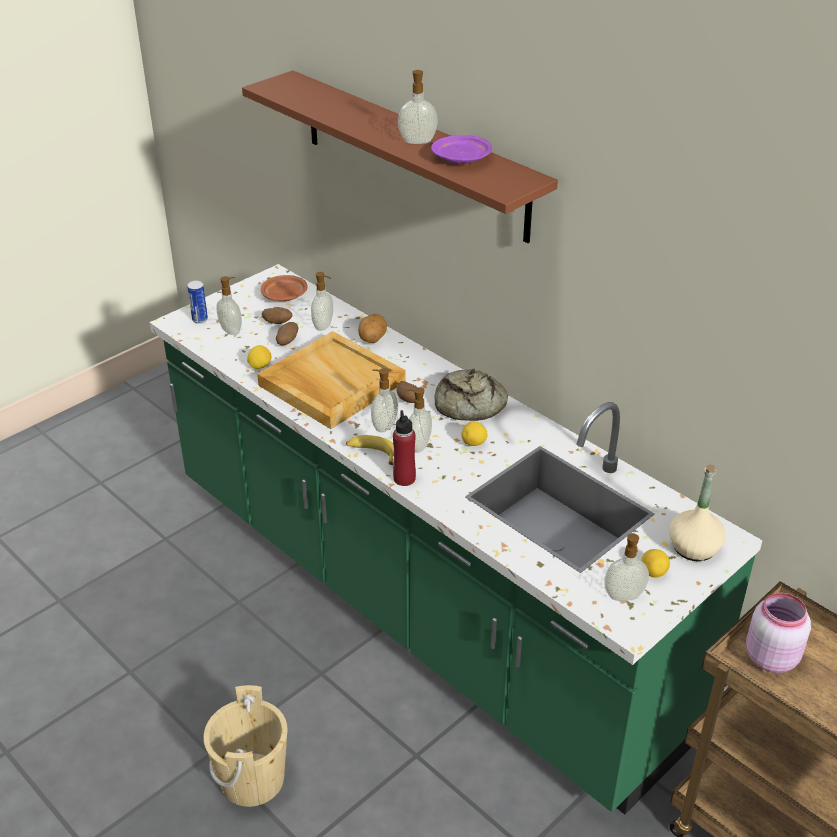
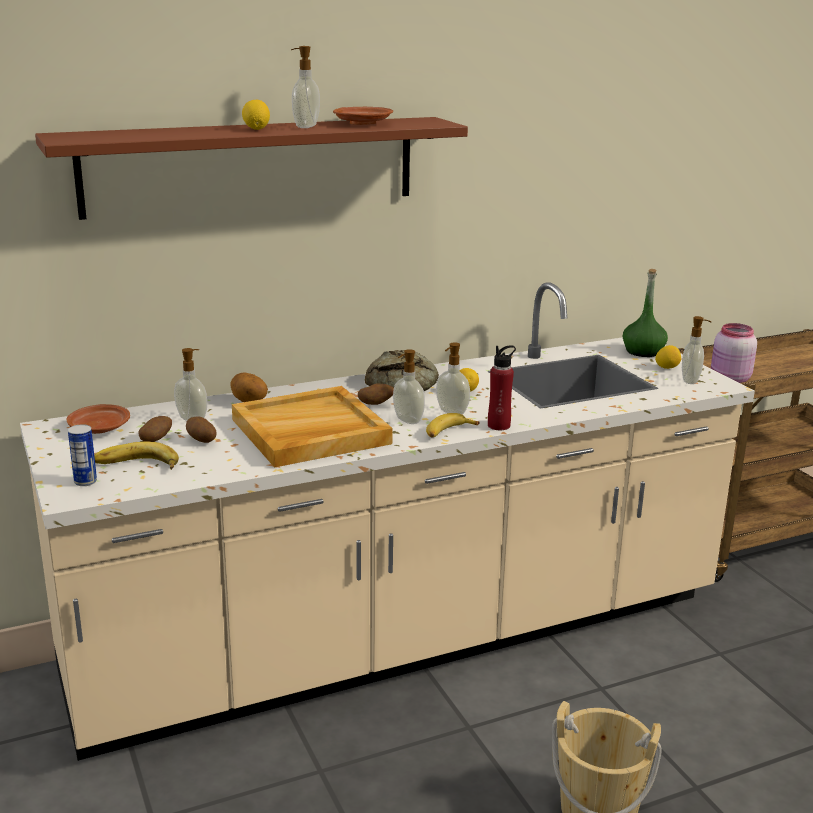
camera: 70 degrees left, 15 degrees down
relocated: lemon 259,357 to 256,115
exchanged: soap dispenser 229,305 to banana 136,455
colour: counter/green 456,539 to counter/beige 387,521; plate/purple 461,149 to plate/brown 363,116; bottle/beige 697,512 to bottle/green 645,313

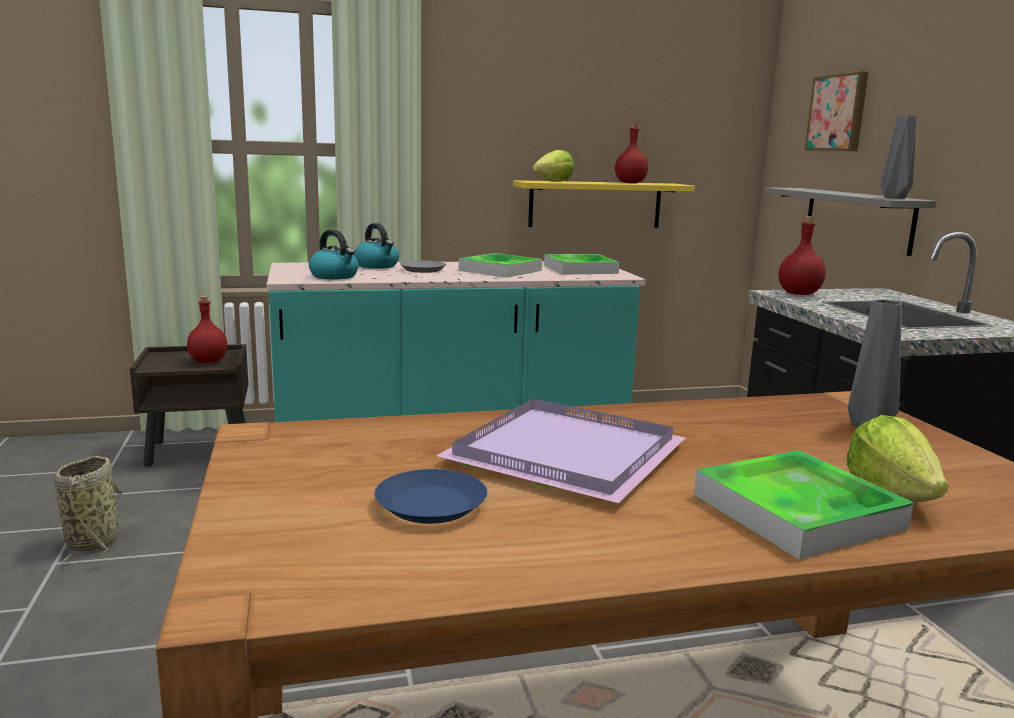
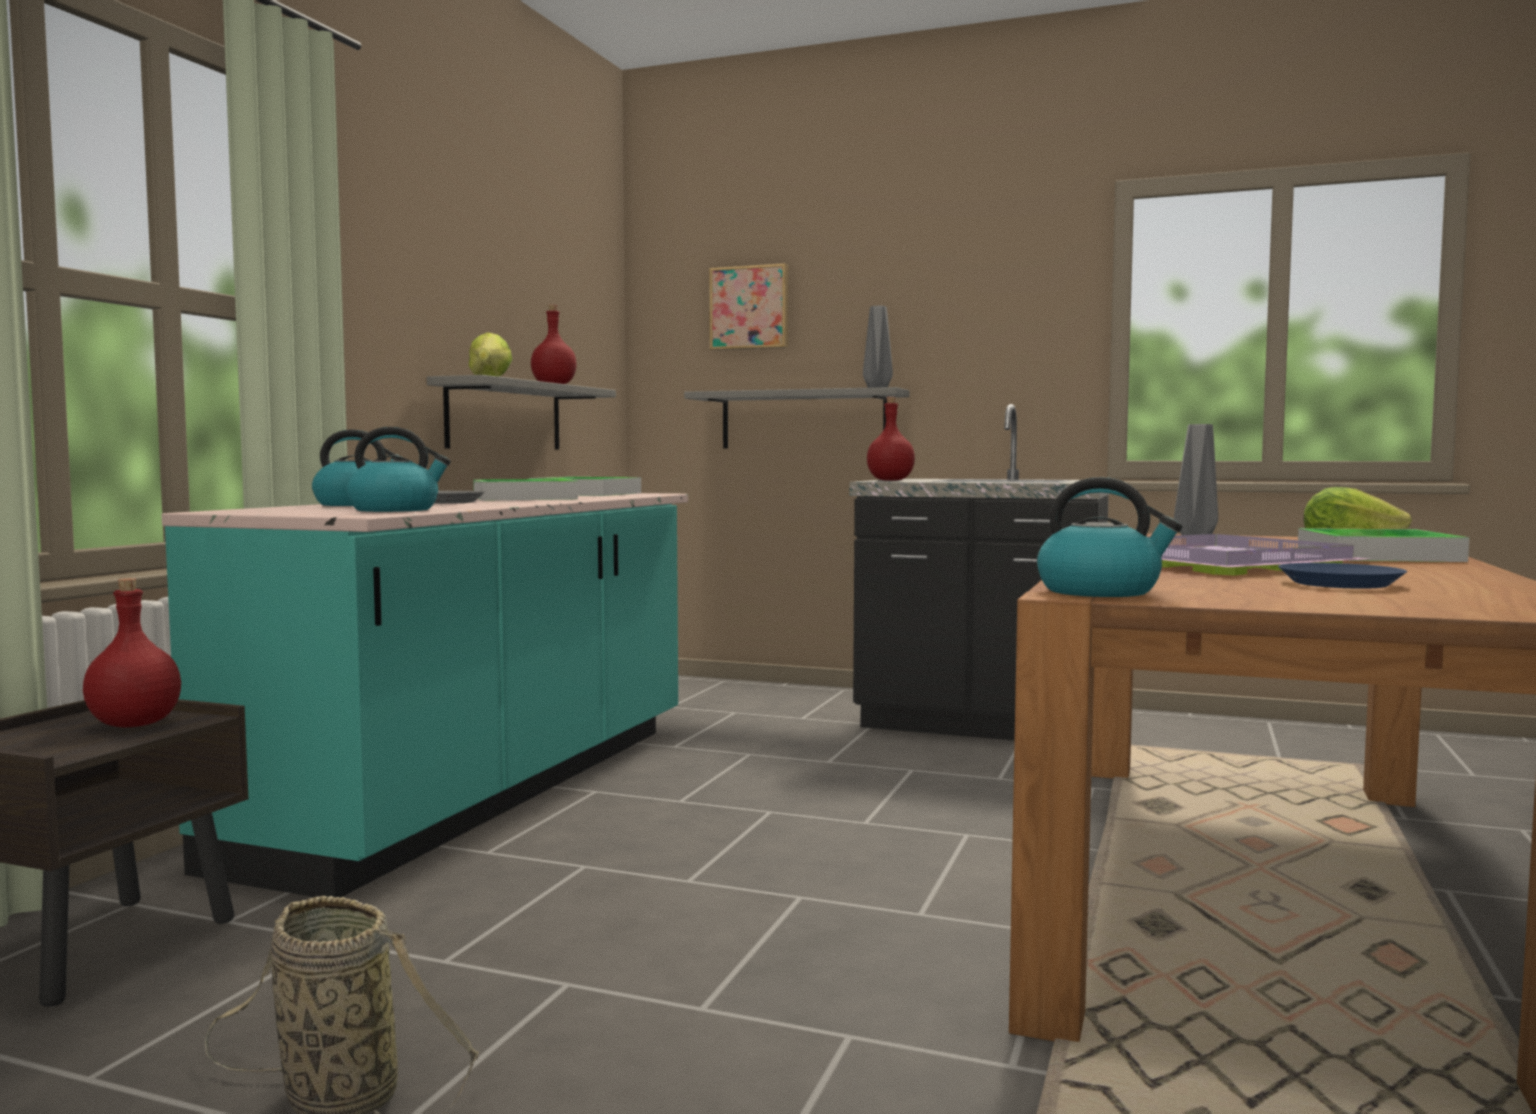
camera: 55 degrees left, 10 degrees down
appeared: kettle 1110,537
colour: shelf/yellow 604,204 to shelf/grey 521,412

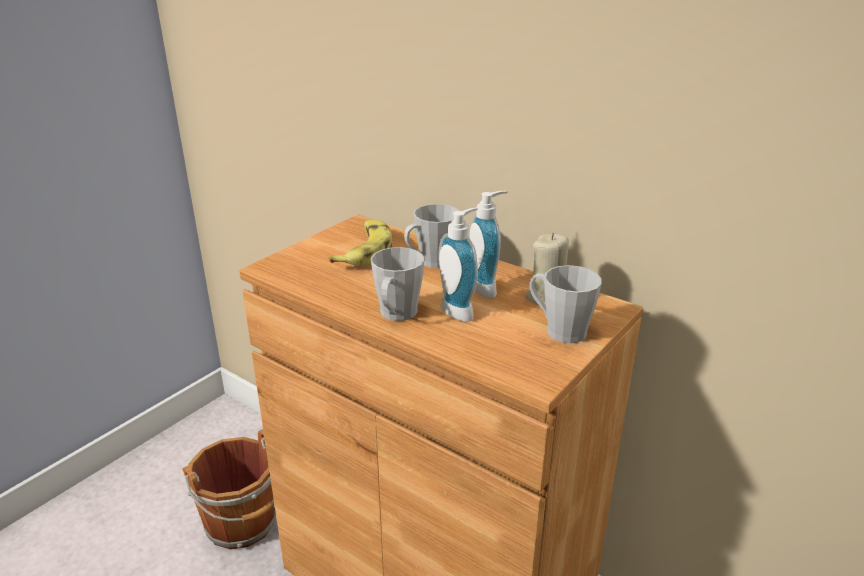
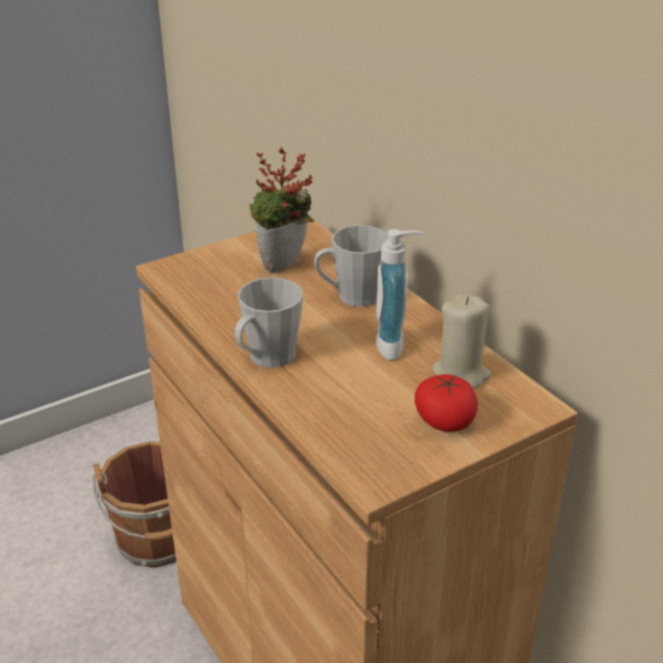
camera: 20 degrees right, 5 degrees up
missing: soap dispenser 458,265
exchanged: banana 360,242 to potted plant 281,209; mug/grey 565,304 to tomato 446,403

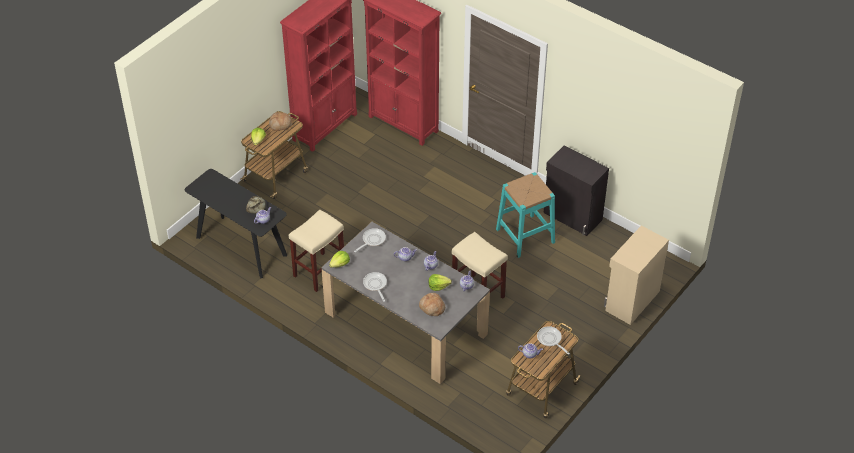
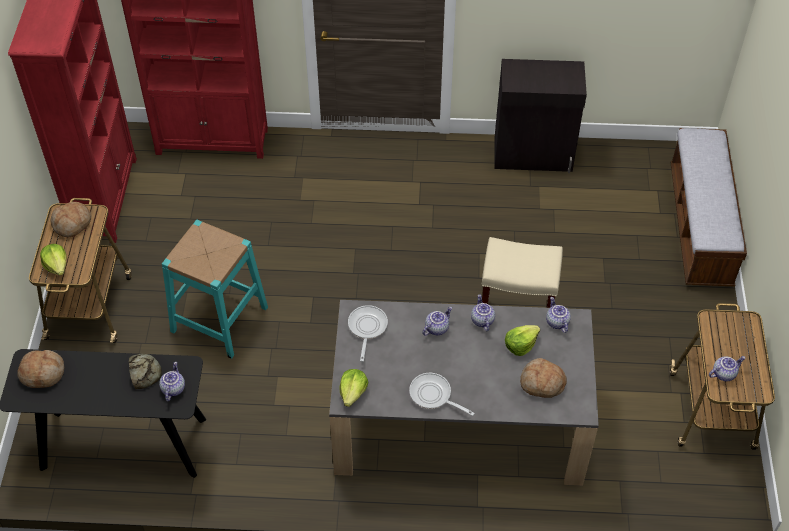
camera: 35 degrees left, 5 degrees up
missing: stool/beige 316,251; frying pan 553,340
appeared: bread 40,369
relocated: stool/turquoise 525,215 to 215,289
exchanged: cabinet/beige 636,275 to bench 708,207

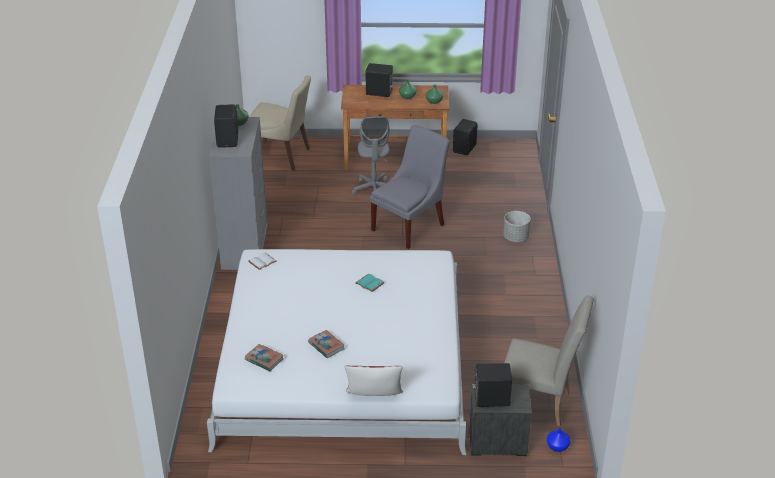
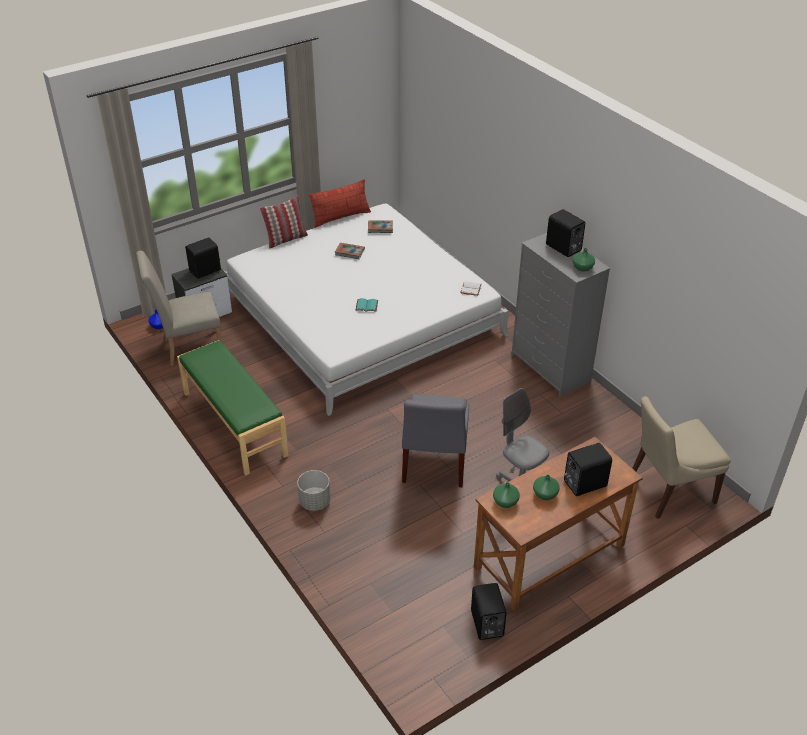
camera: 145 degrees right, 5 degrees up
appeared: bench/green 233,408; pillow 340,203

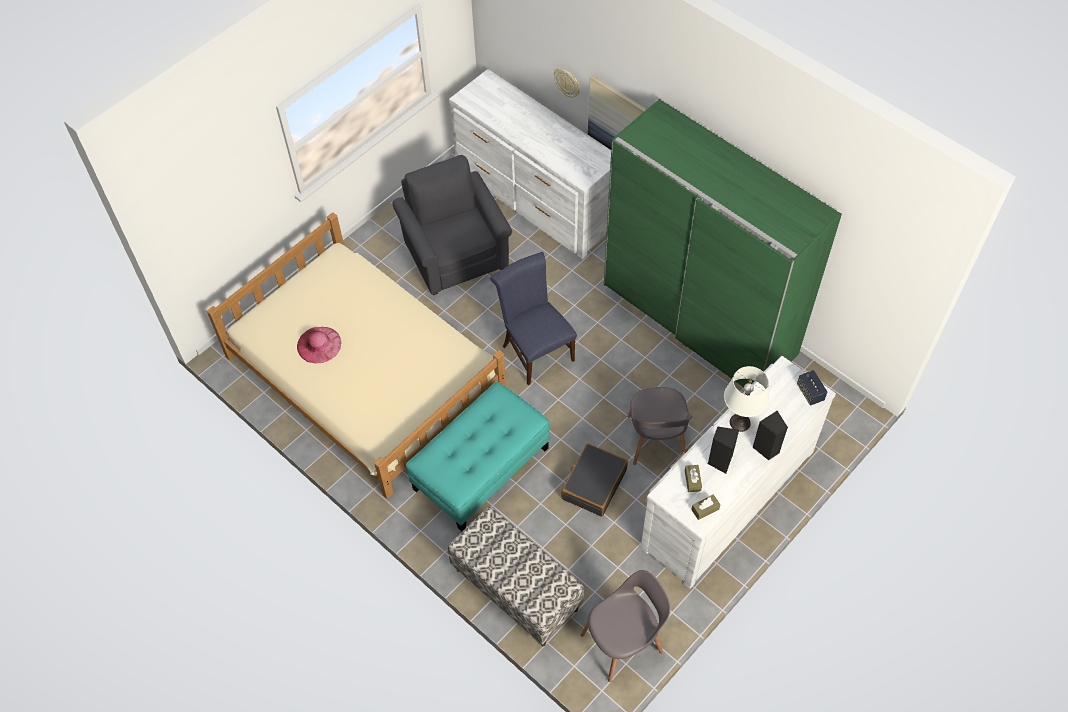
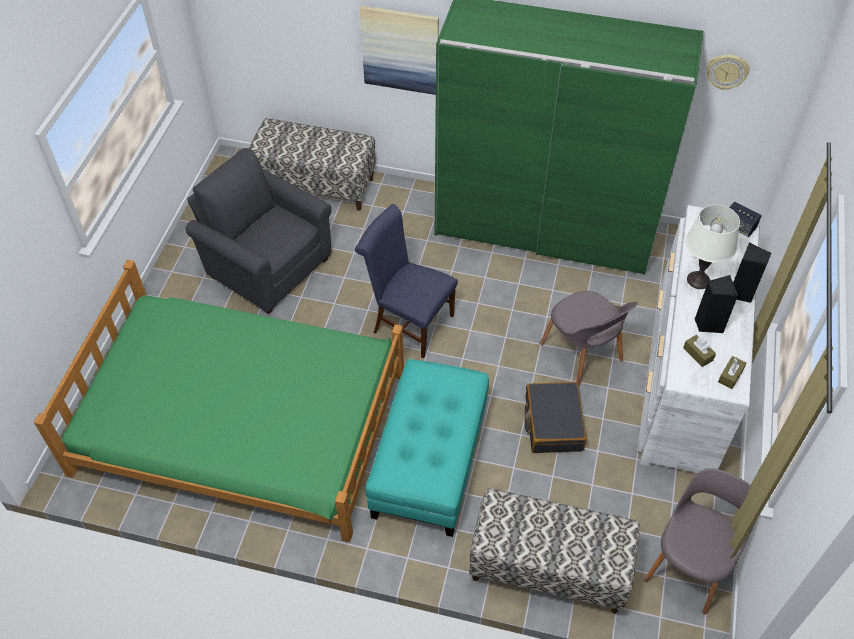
camera: 30 degrees left, 5 degrees down
missing: hat/pink 319,345
relocated: wall clock 567,82 to 728,72
exchanged: dresser/white 530,164 to bench 312,164
colour: bed/beige 356,355 to bed/green 219,401

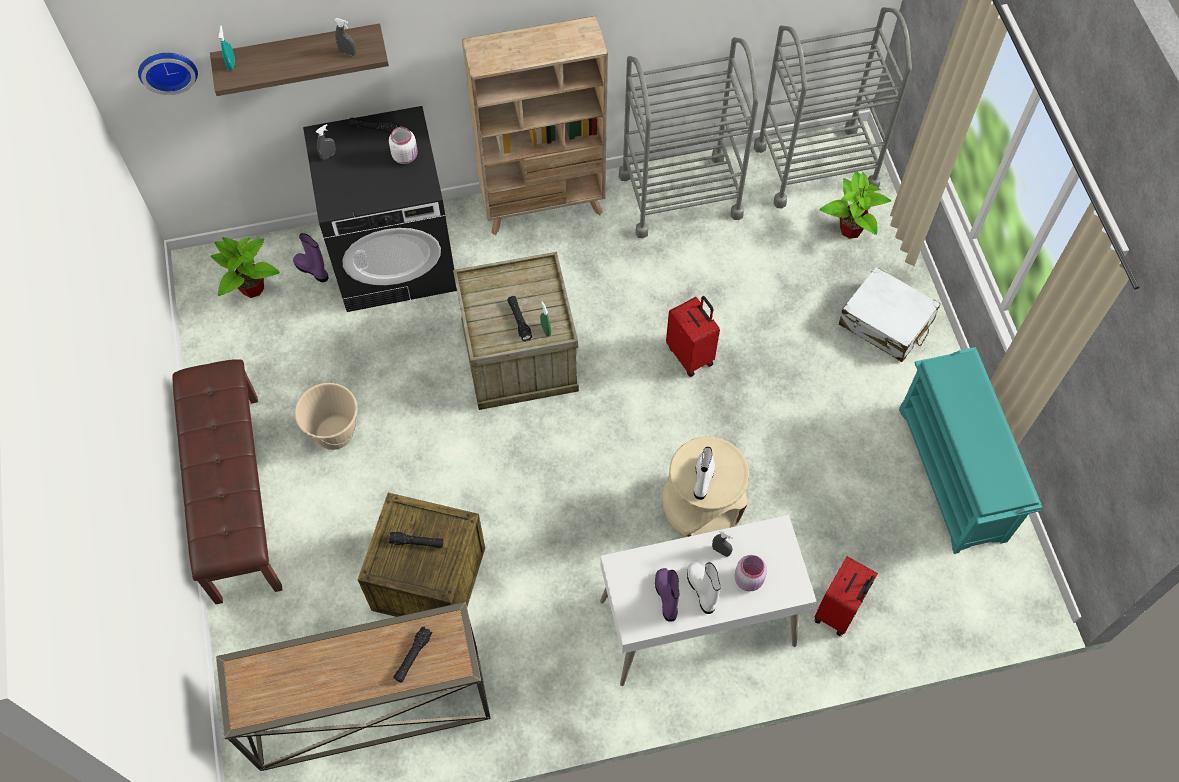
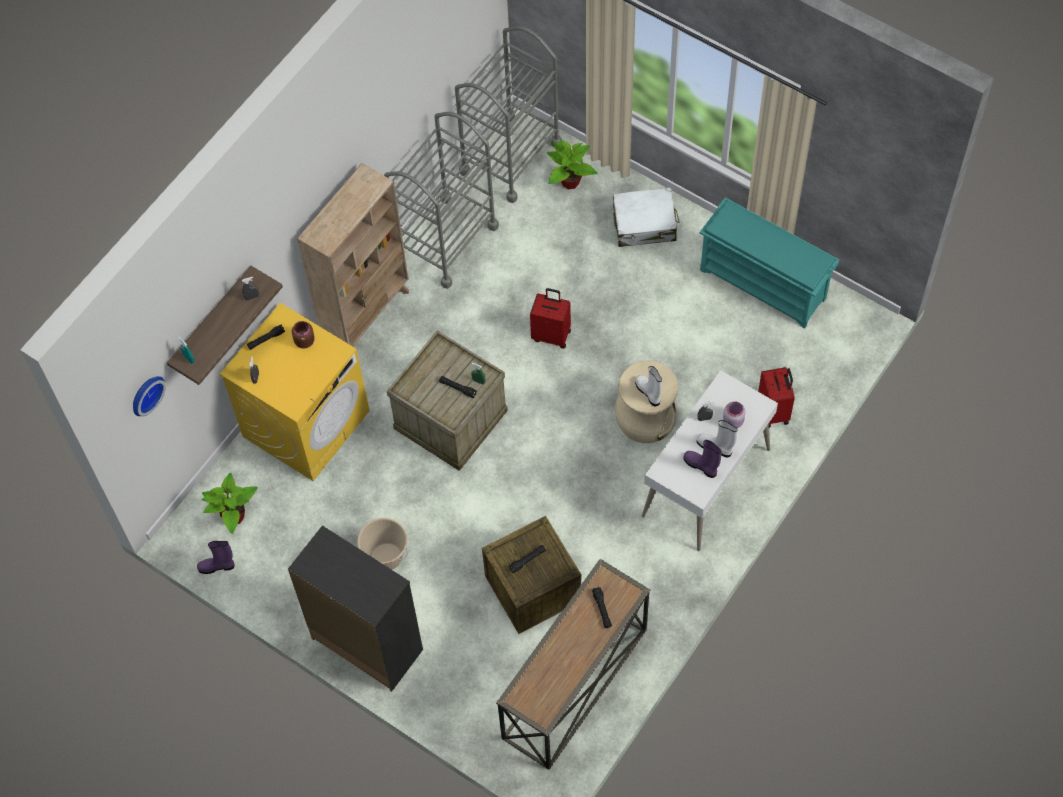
camera: 40 degrees left, 0 degrees up
relocated: boot/purple 311,257 to 216,557
exchanged: bench/brown 227,481 to dresser/black 355,608
colour: washing machine/black 380,209 to washing machine/yellow 295,392; jar/white 403,145 to jar/brown 303,334

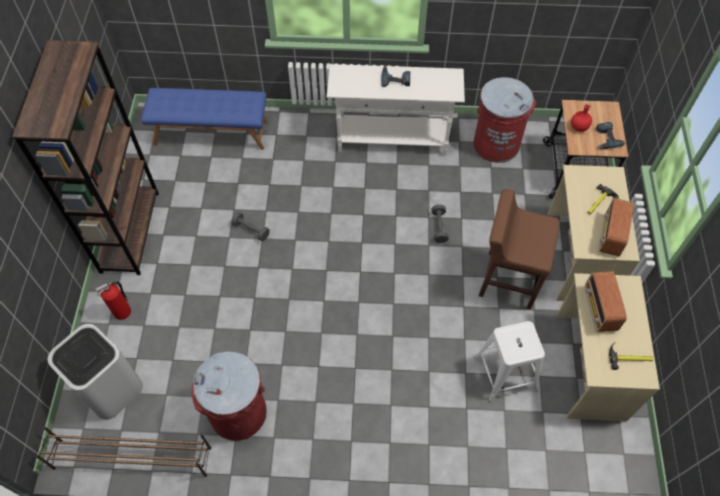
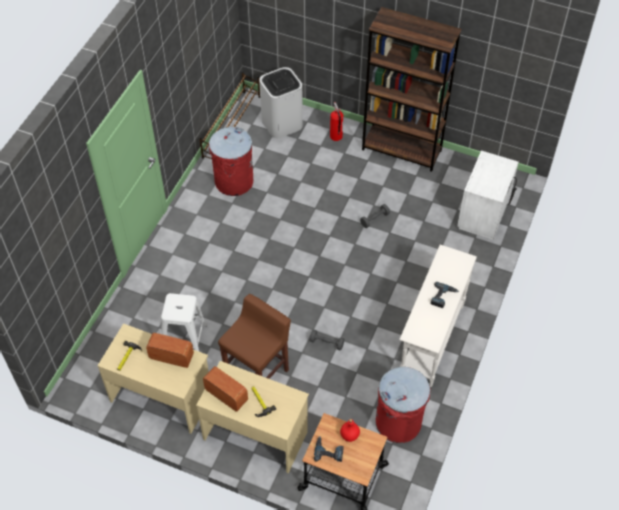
camera: 110 degrees right, 5 degrees down
exchanged: bench/blue 204,119 to nightstand/white 488,195

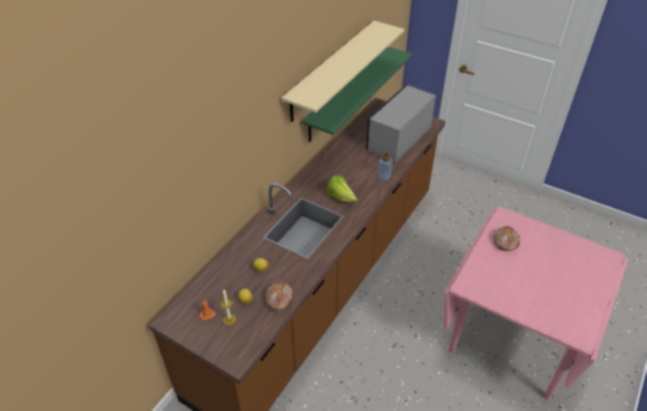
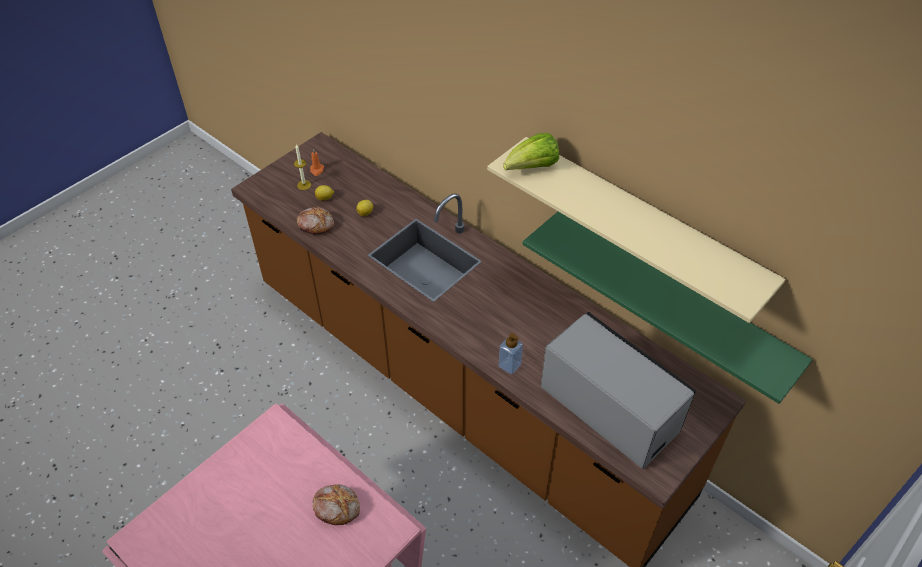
camera: 100 degrees right, 5 degrees up
relocated: lettuce 342,188 to 531,151

